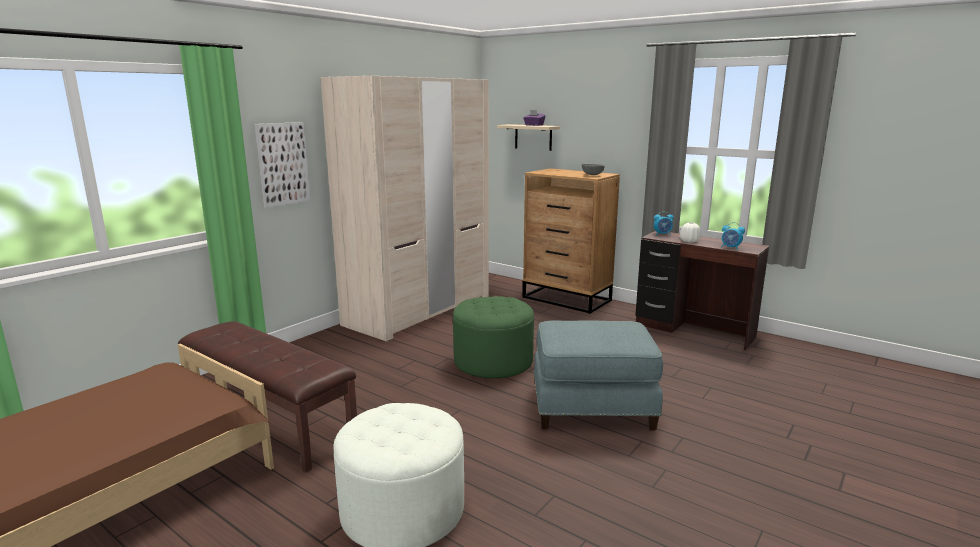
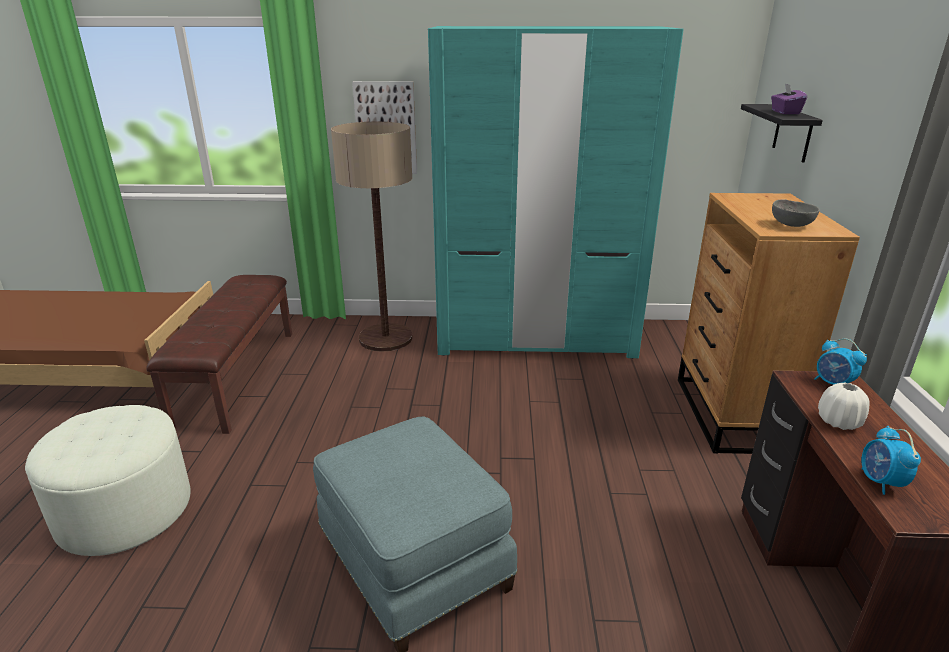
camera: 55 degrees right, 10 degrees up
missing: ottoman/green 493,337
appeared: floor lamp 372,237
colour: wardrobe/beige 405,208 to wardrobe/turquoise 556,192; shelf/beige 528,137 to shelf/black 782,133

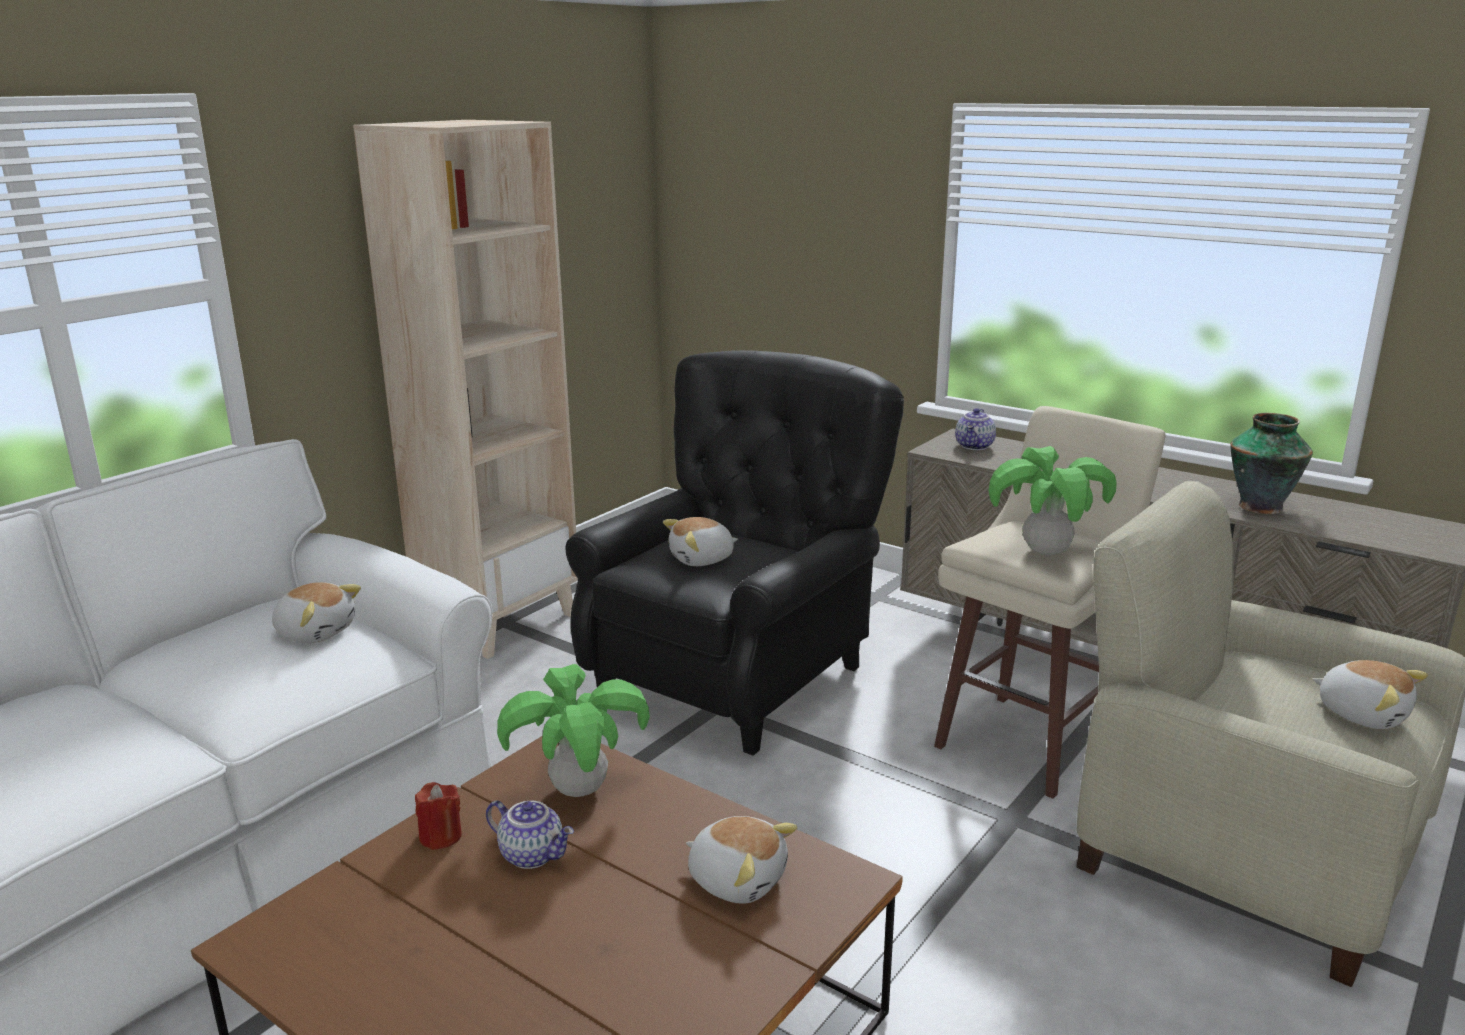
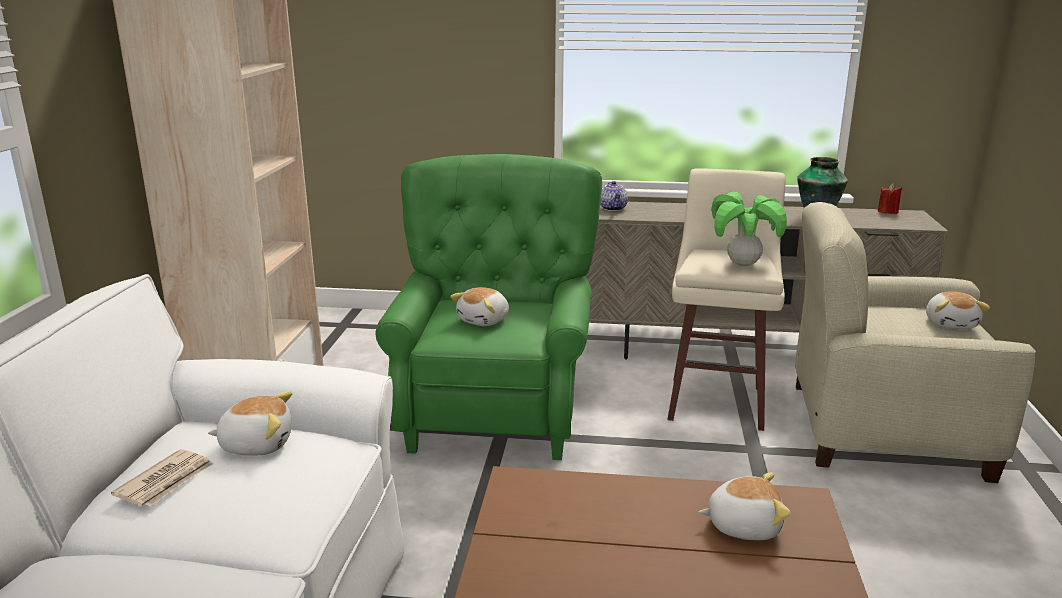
camera: 30 degrees left, 0 degrees up
missing: teapot 530,834; potted plant 573,730
appeared: newspaper 162,477
relocated: candle/red 438,816 to 890,199
colour: armchair/black 734,553 to armchair/green 488,307
spun: plush toy 1370,694 = 958,310 75 degrees clockwise

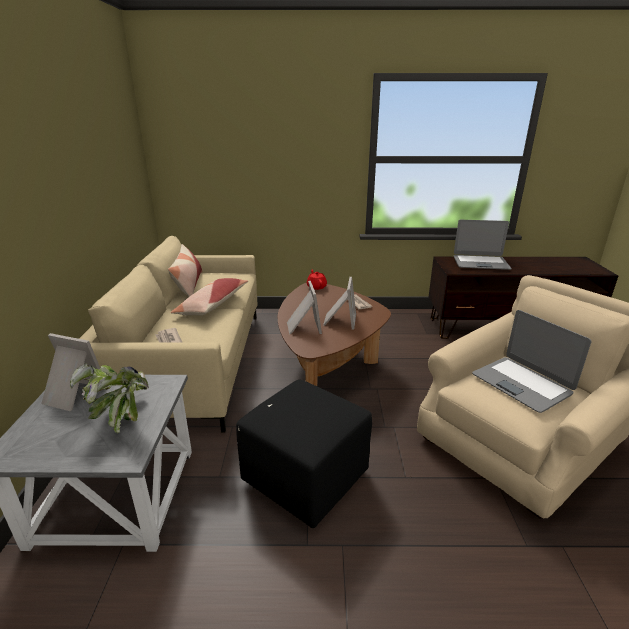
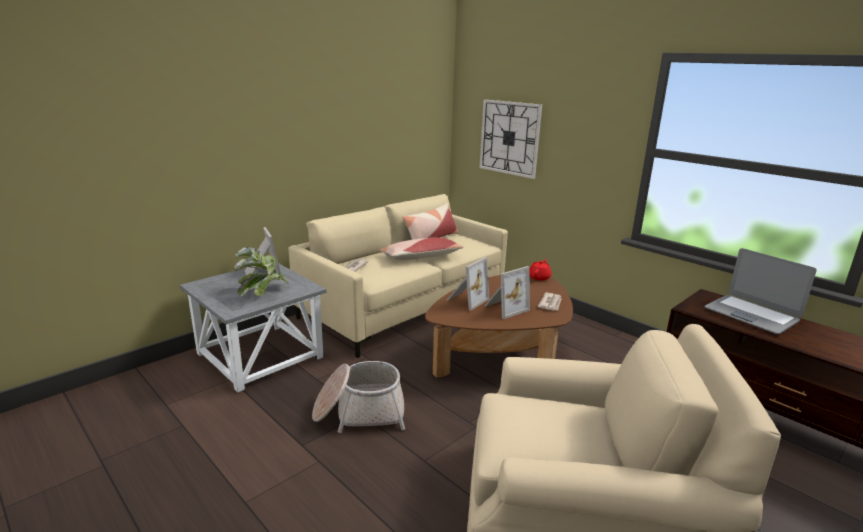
camera: 45 degrees right, 5 degrees down
missing: laptop 531,361
appeared: wall clock 510,139
exchanged: ottoman/black 304,454 to basket 358,397

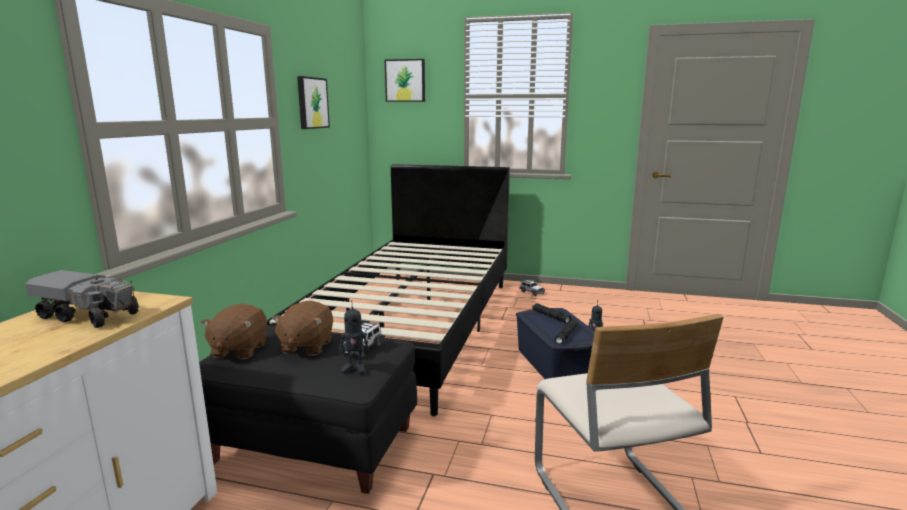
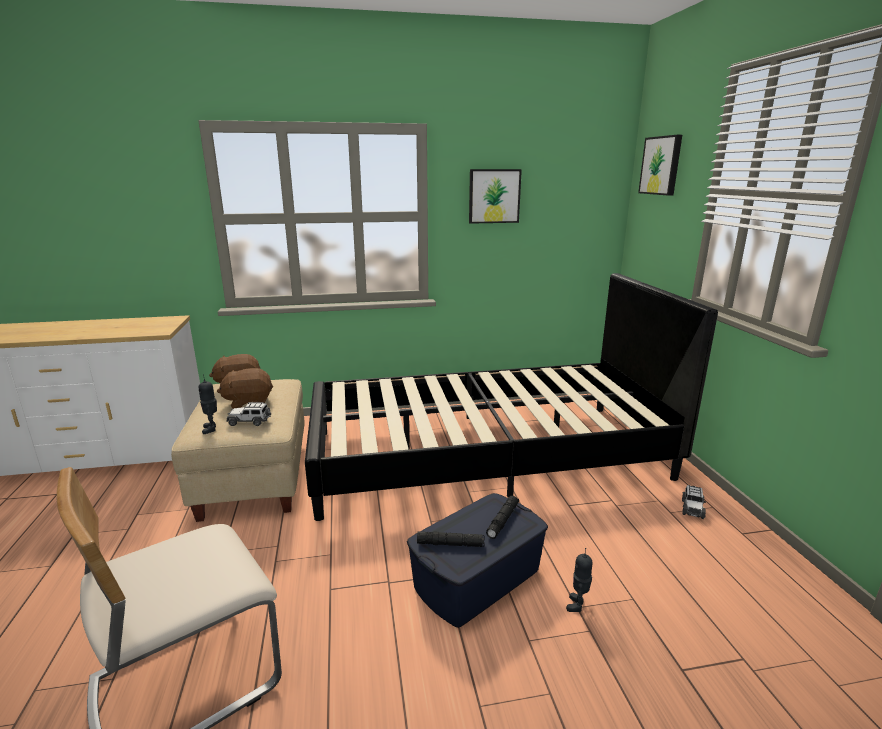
camera: 65 degrees right, 5 degrees up
missing: toy truck 82,299
colour: ottoman/black 308,409 to ottoman/beige 238,450

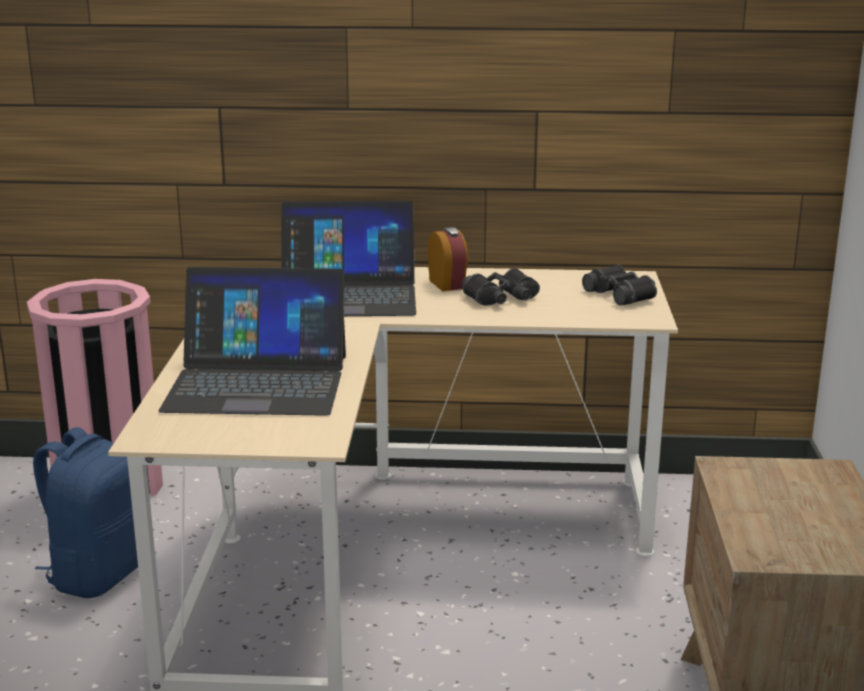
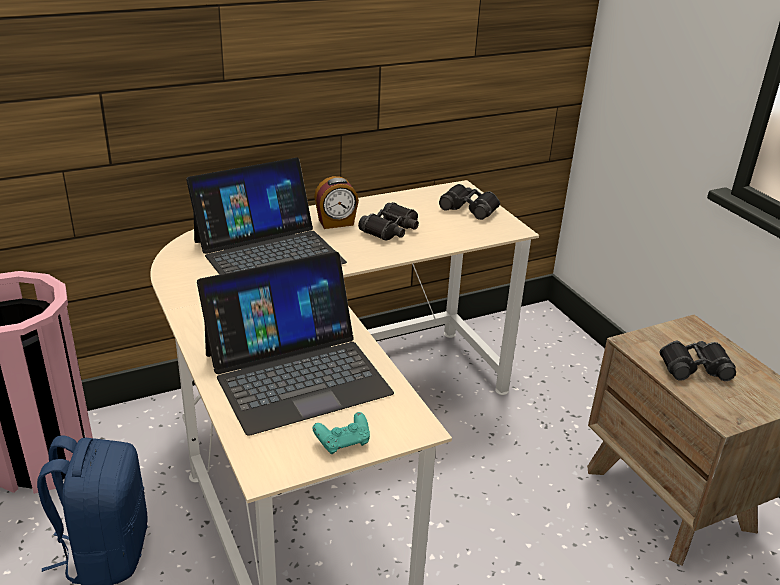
camera: 30 degrees left, 10 degrees up
appeared: game controller/turquoise 341,433; binoculars/black 698,361
spun: alarm clock 448,259 = 336,202 120 degrees clockwise

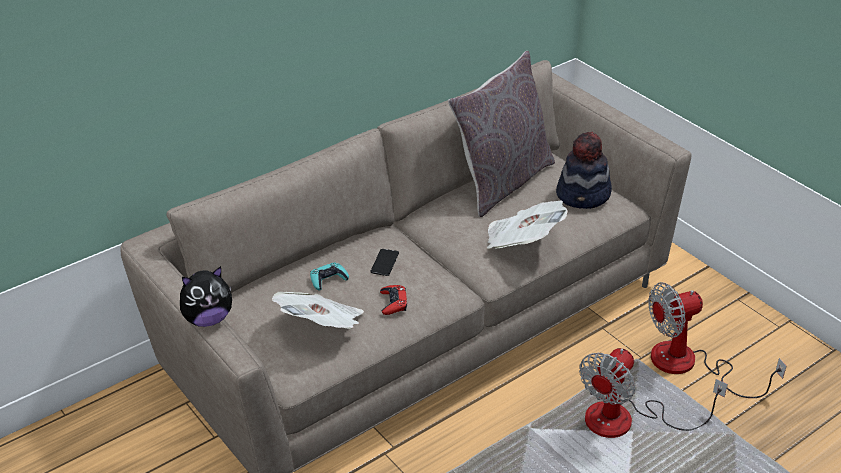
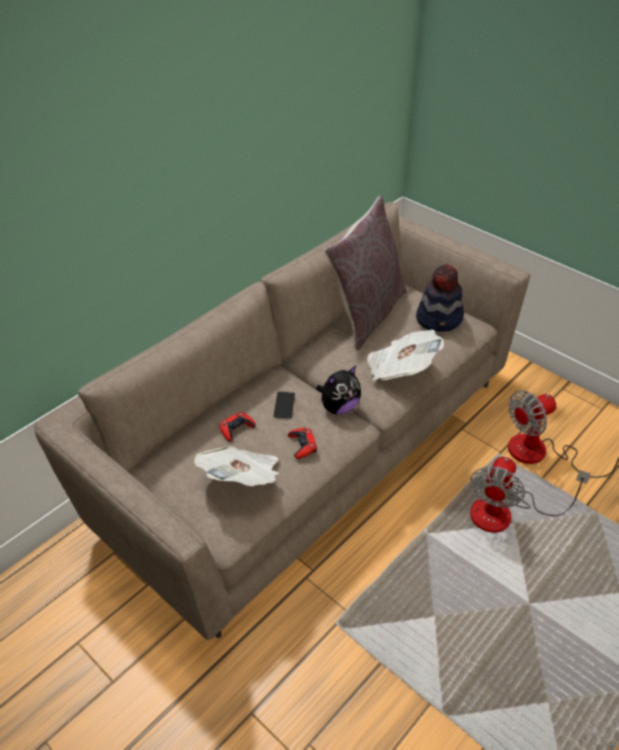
camera: 10 degrees left, 5 degrees up
relocated: plush toy 206,296 to 338,390
colour: game controller/turquoise 329,276 to game controller/red 237,427

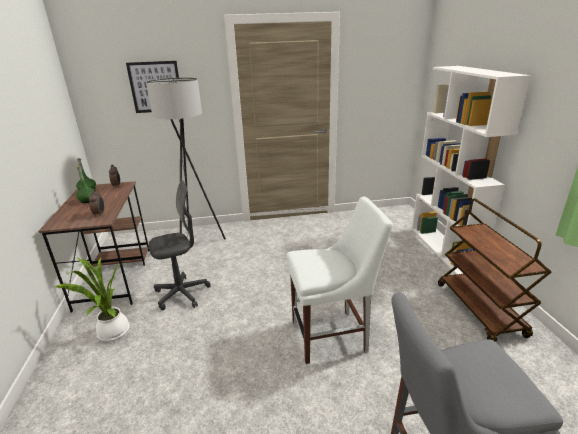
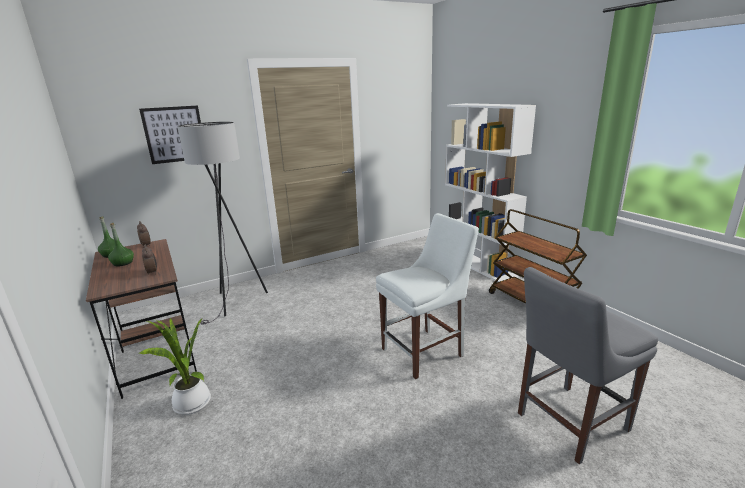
camera: 20 degrees left, 5 degrees down
missing: office chair/grey 180,245

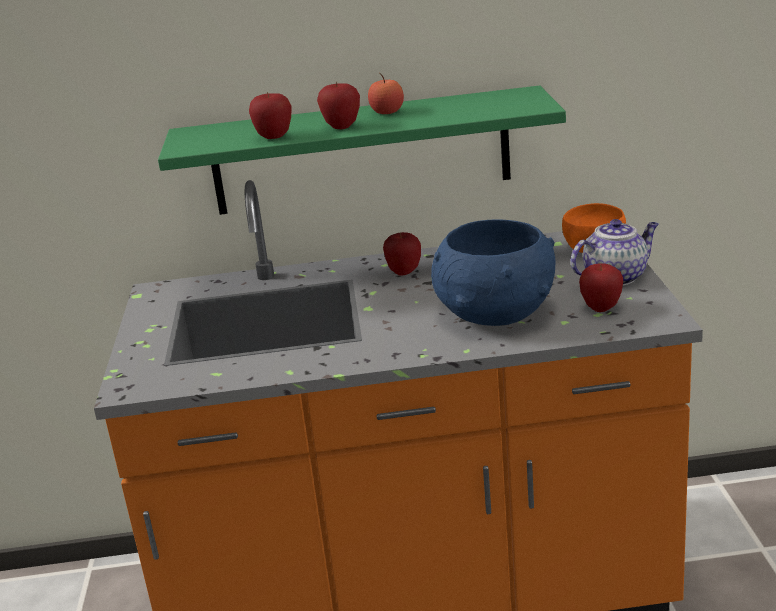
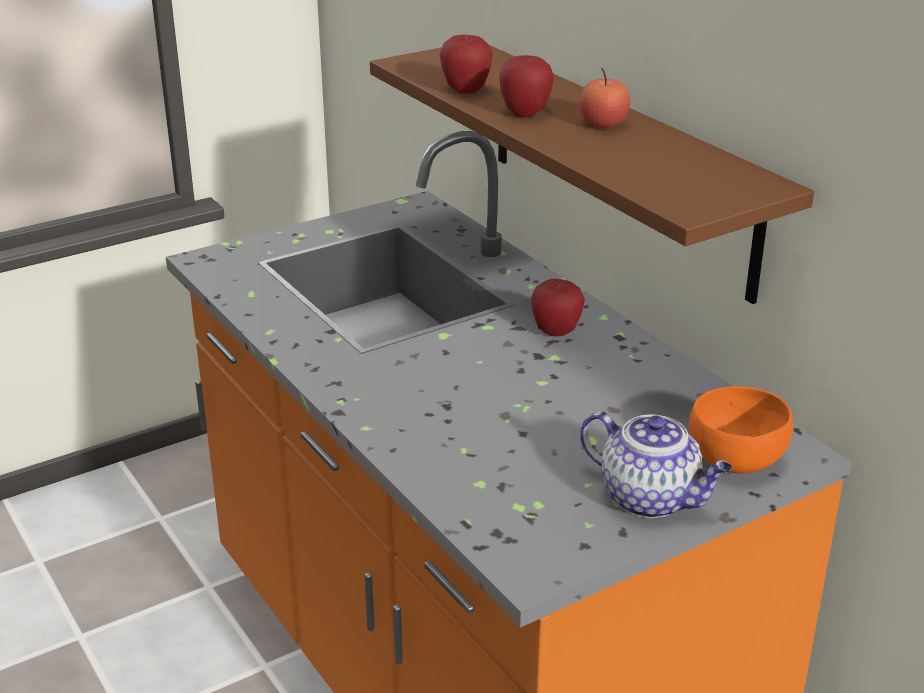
camera: 60 degrees right, 5 degrees up
missing: bowl/blue 493,272; apple 601,287
colour: shelf/green 362,150 to shelf/brown 592,174

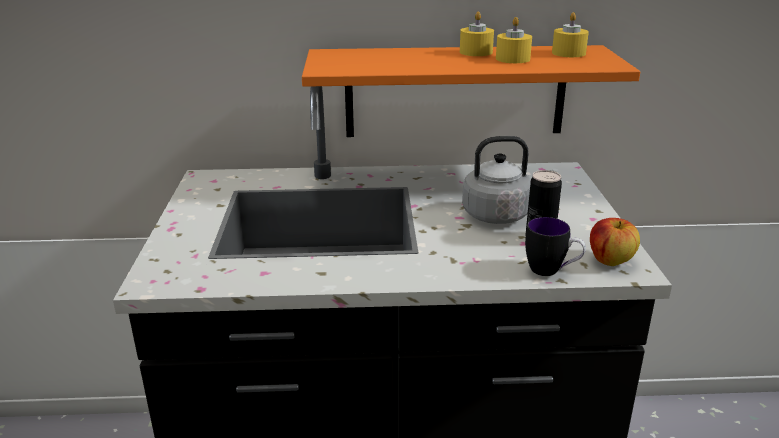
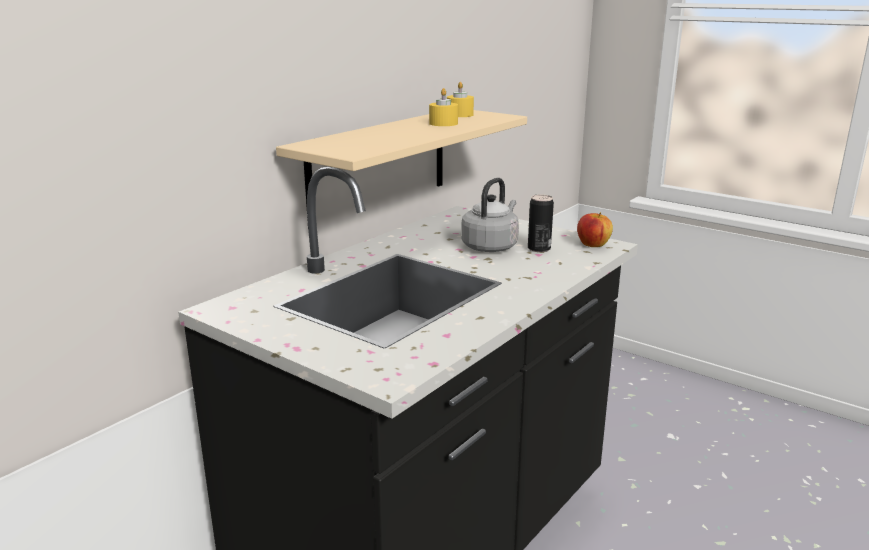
camera: 50 degrees left, 5 degrees down
missing: candle/yellow 477,34; mug 555,246
colour: shelf/orange 471,91 to shelf/beige 401,165

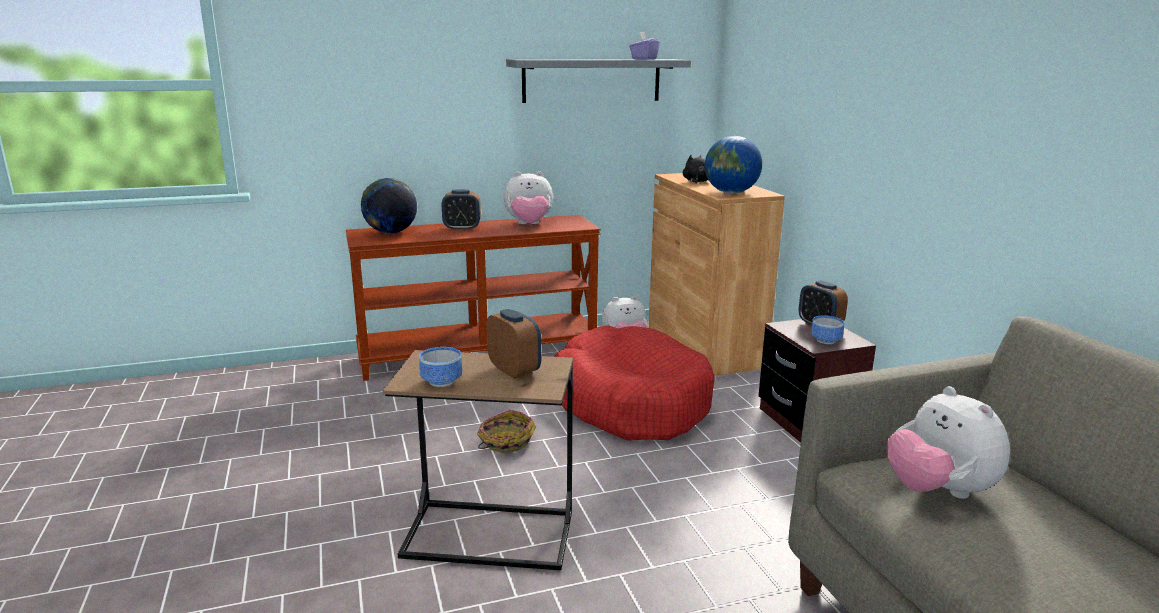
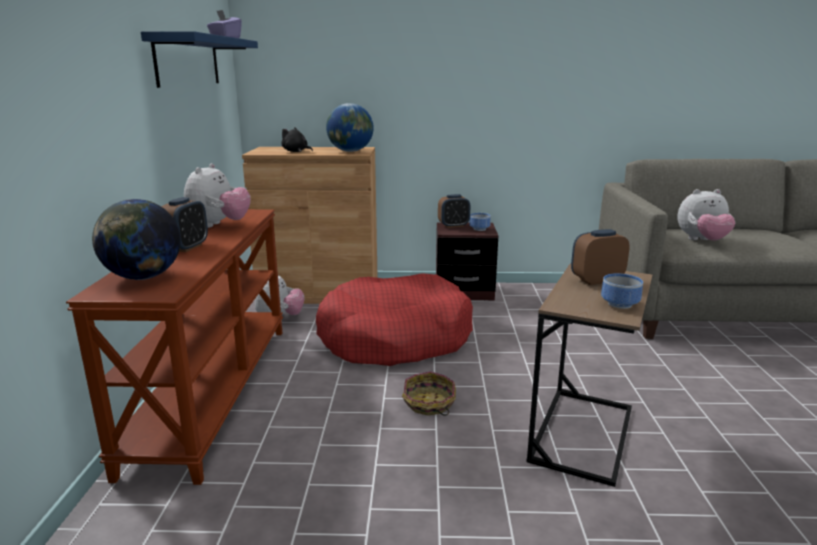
camera: 70 degrees left, 0 degrees up
colour: shelf/grey 598,81 to shelf/blue 199,59

